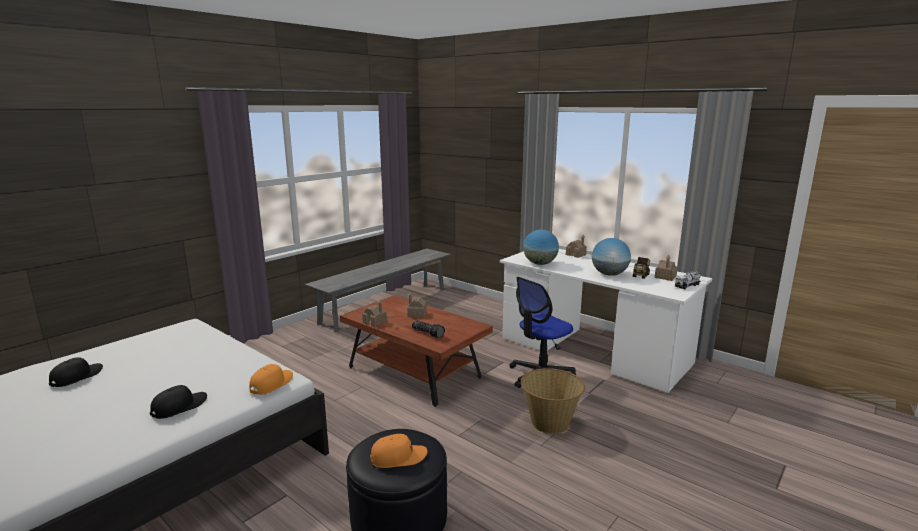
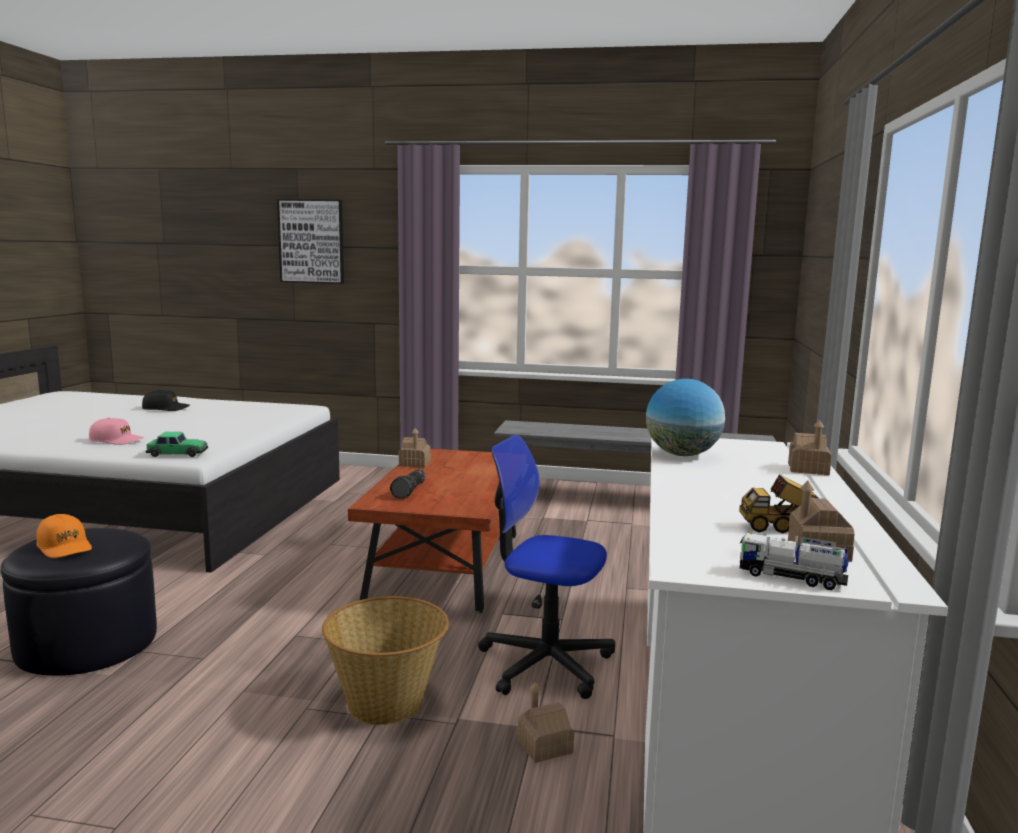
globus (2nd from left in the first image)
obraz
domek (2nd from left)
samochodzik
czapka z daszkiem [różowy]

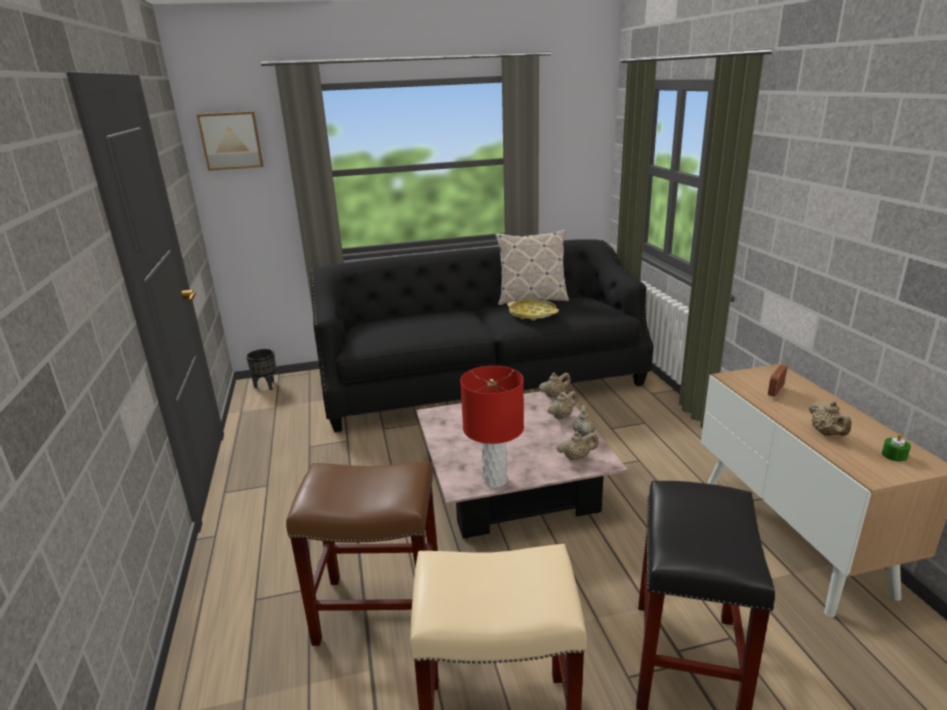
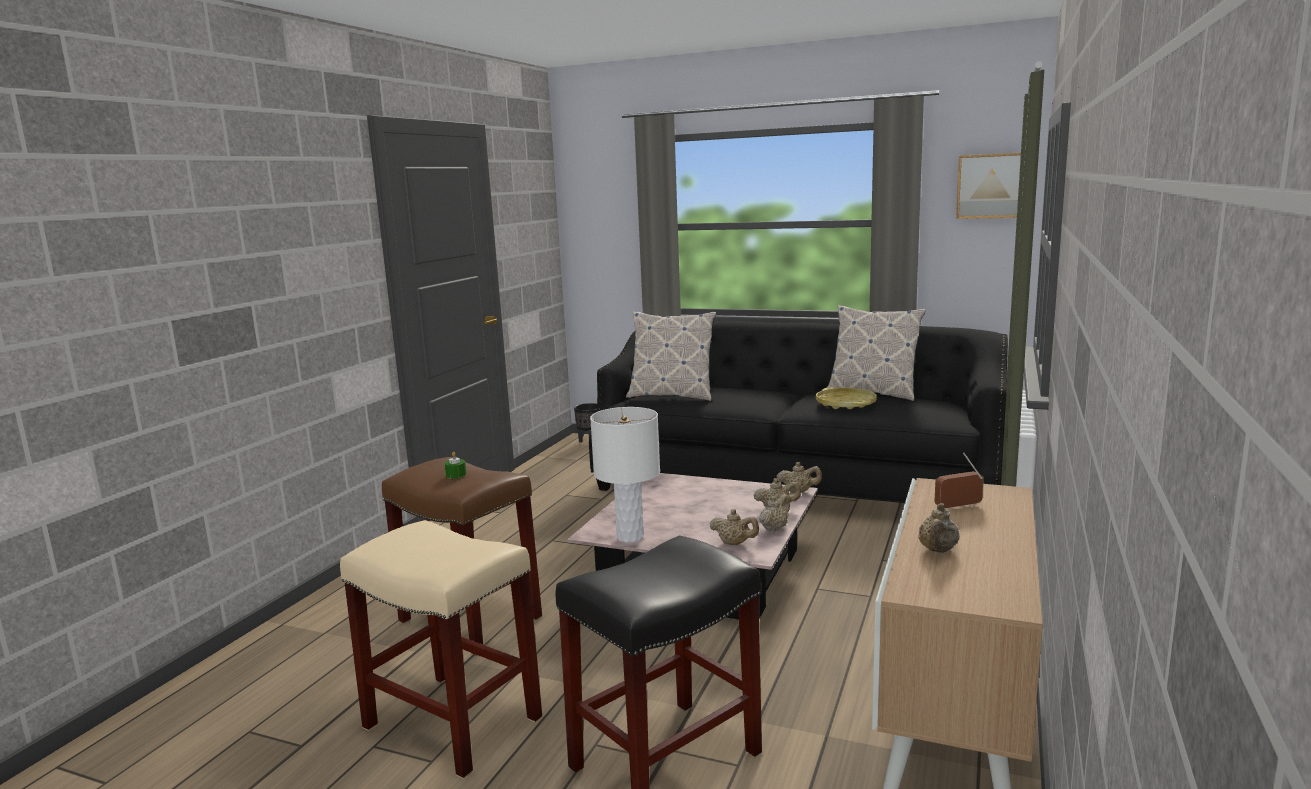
poduszka (1st from left)
obraz
świeca [zielony]
lampa stołowa [biały]

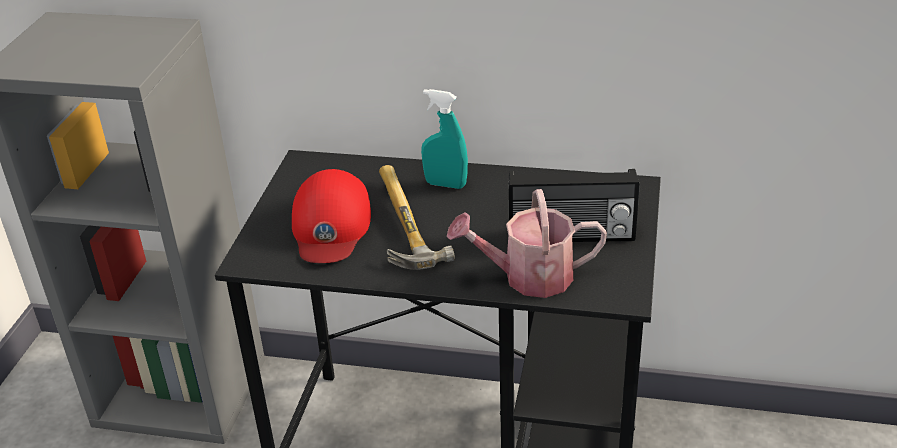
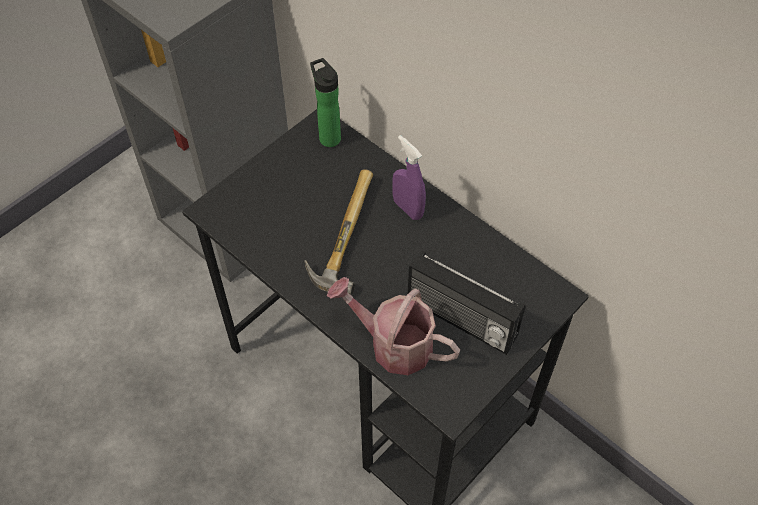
czapka z daszkiem [czerwony]
butelka
spryskiwacz [fioletowy]

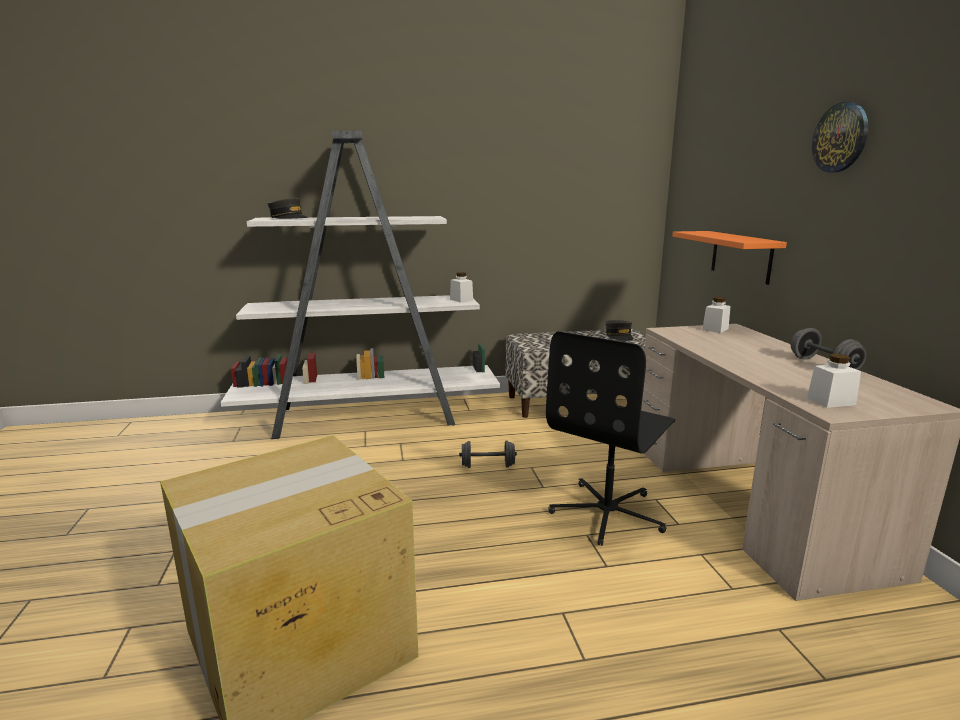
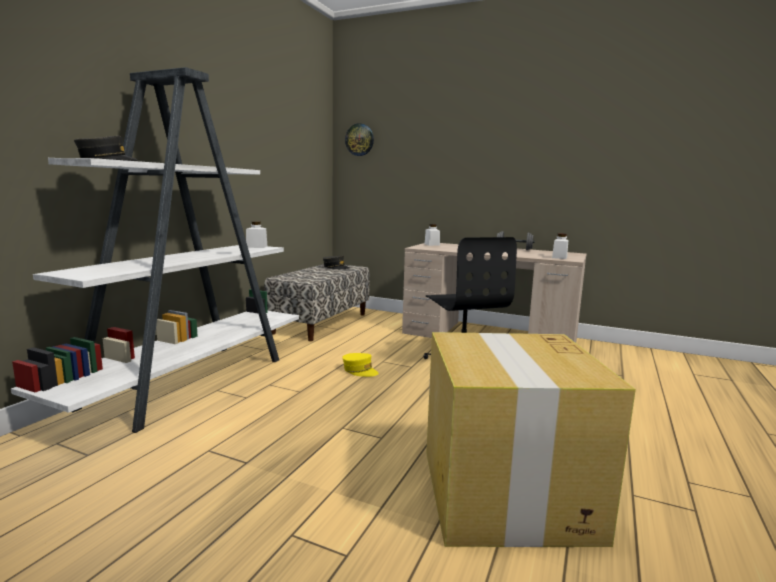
półka [pomarańczowy]
zegar ścienny
czapka z daszkiem [żółty]

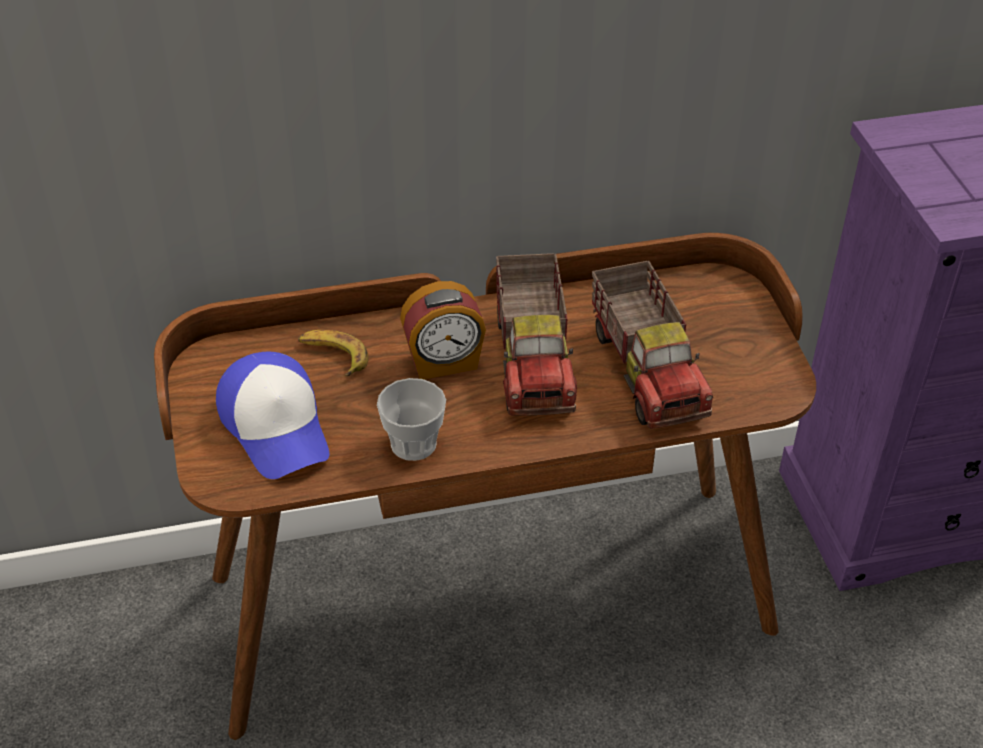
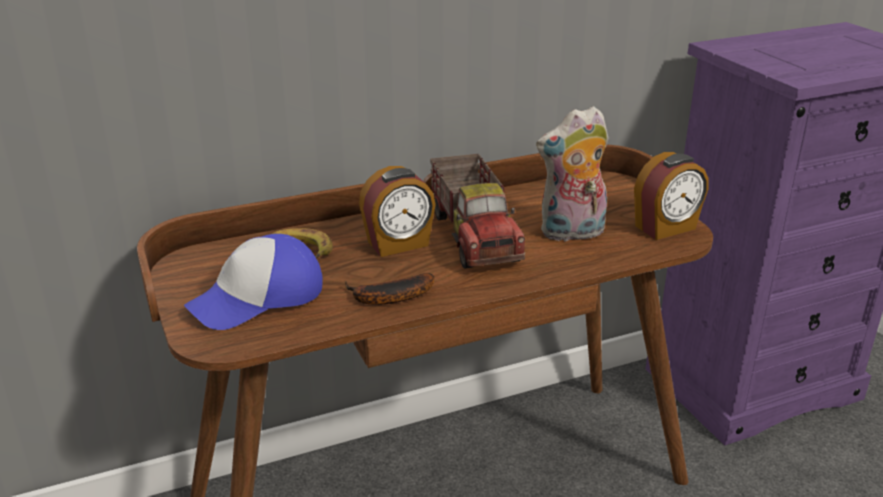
budzik (2nd from left)
banan (2nd from left)
pluszak
czapka z daszkiem

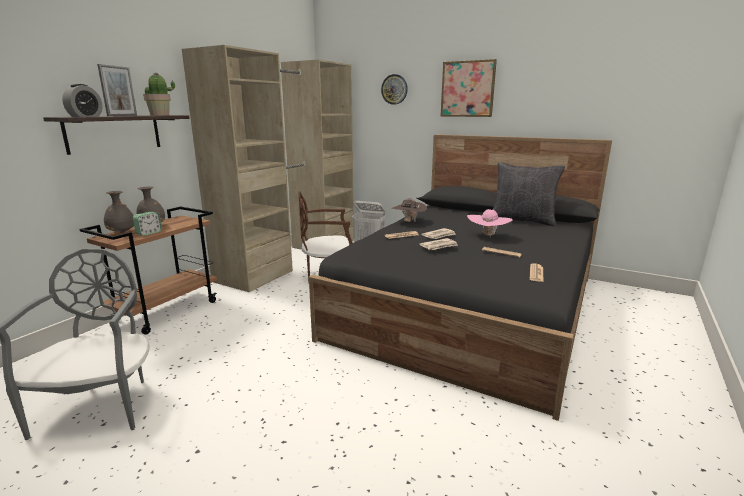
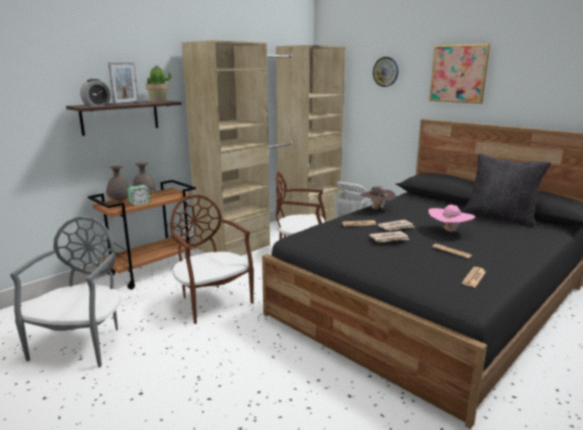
krzesło [brązowy] (1st from left)

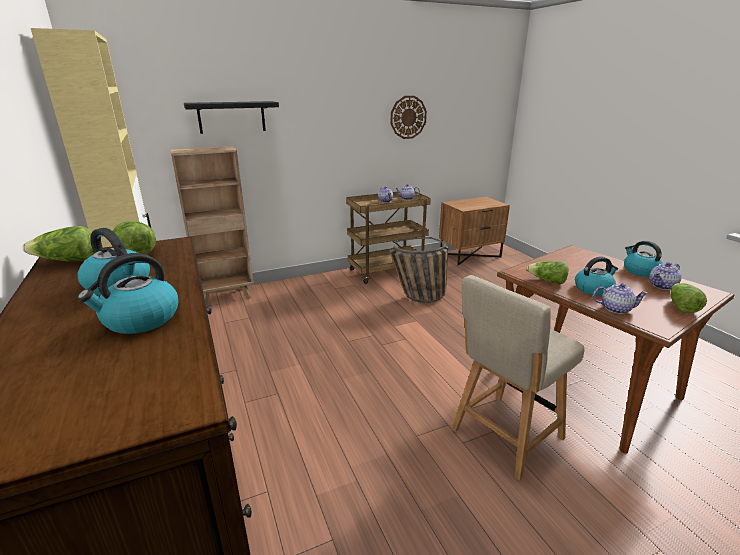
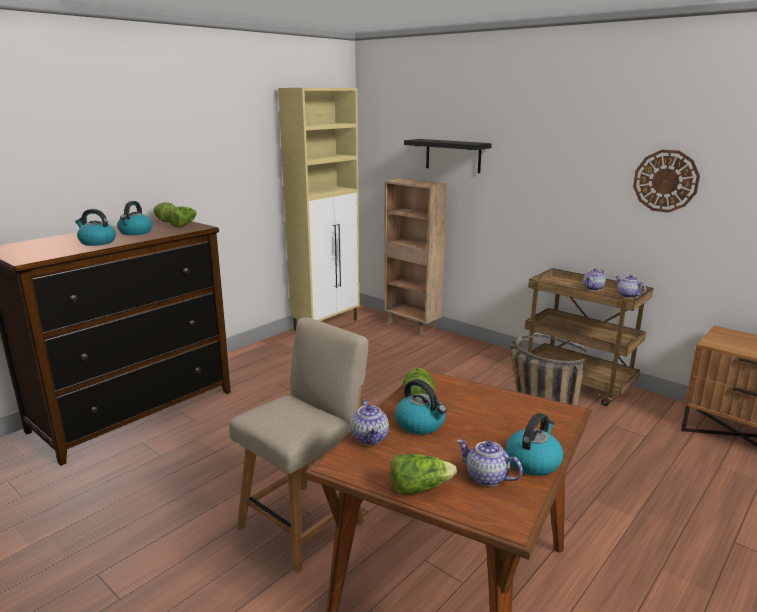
krzesło [beżowy]

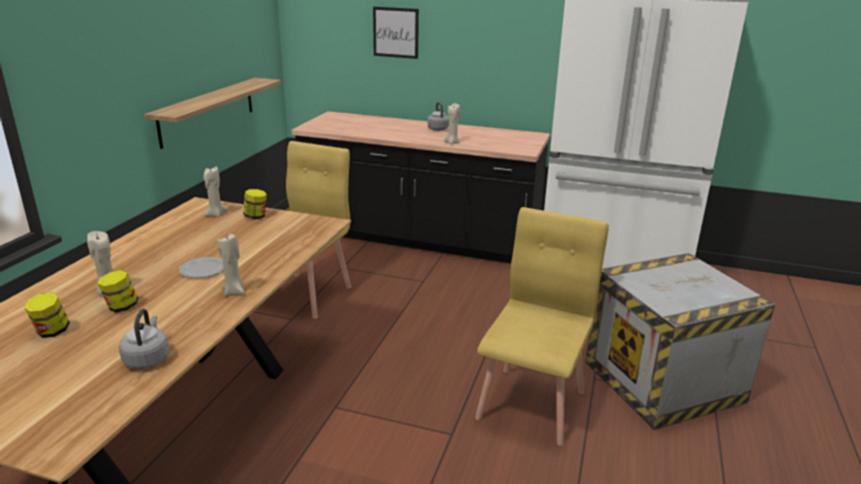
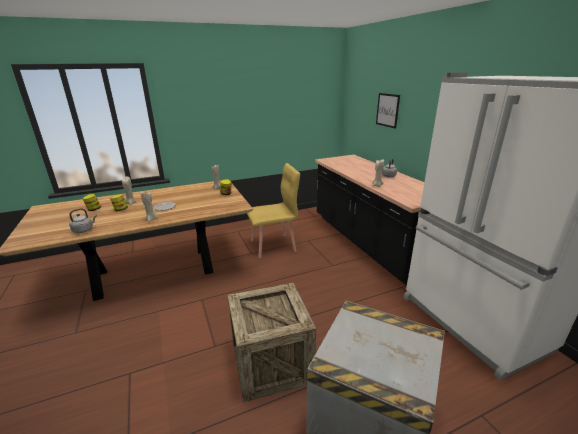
półka
skrzynka (1st from left)

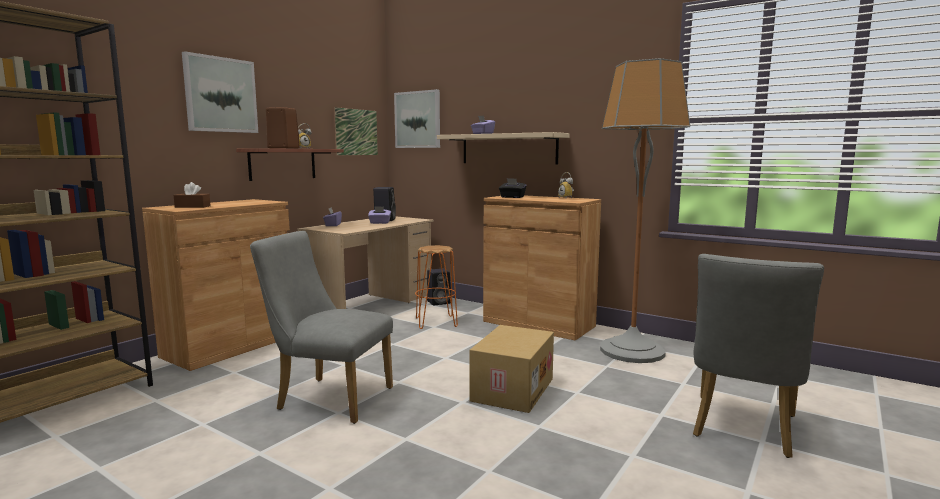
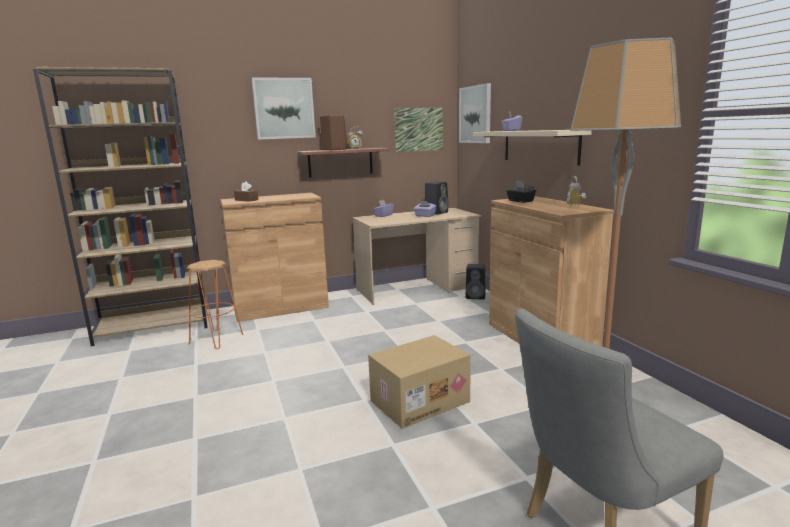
krzesło [szary] (1st from left in the first image)
stołek [pomarańczowy]

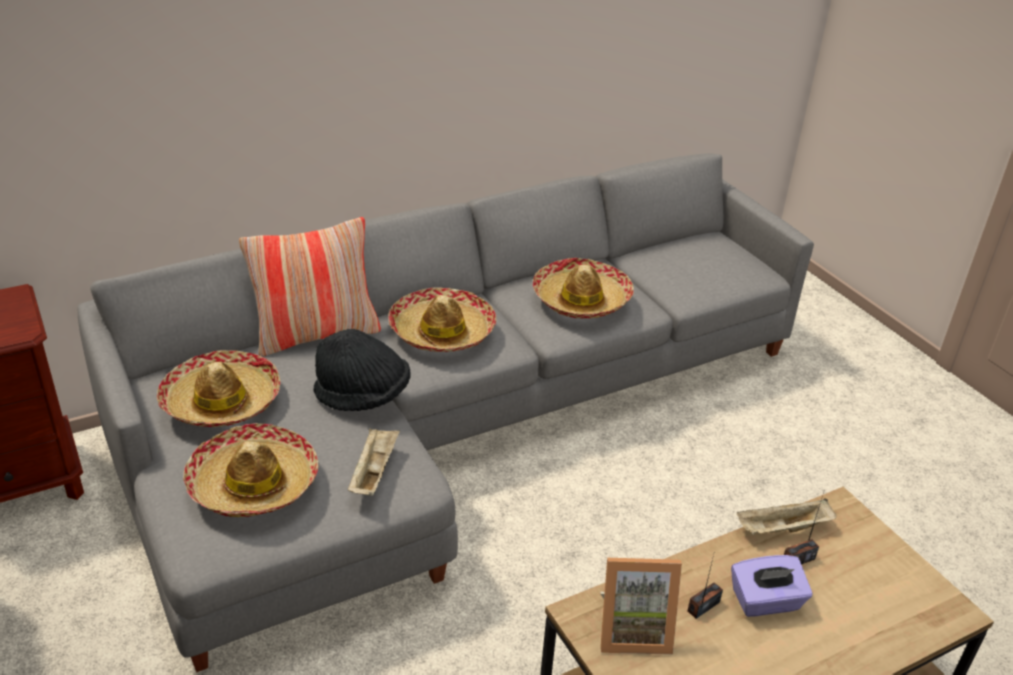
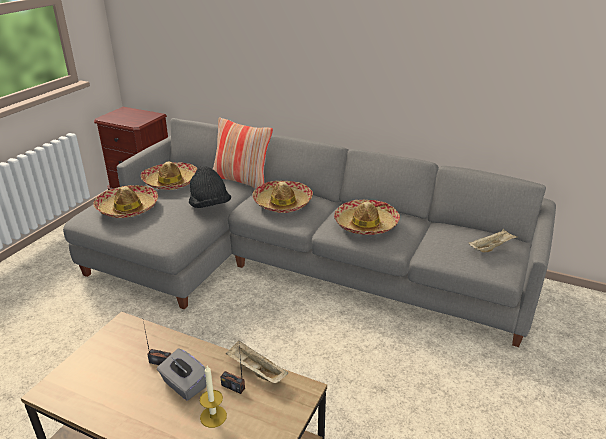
ramka na zdjęcie
świeca
taca [beżowy] (2nd from left)
pudełko chusteczek [szary]

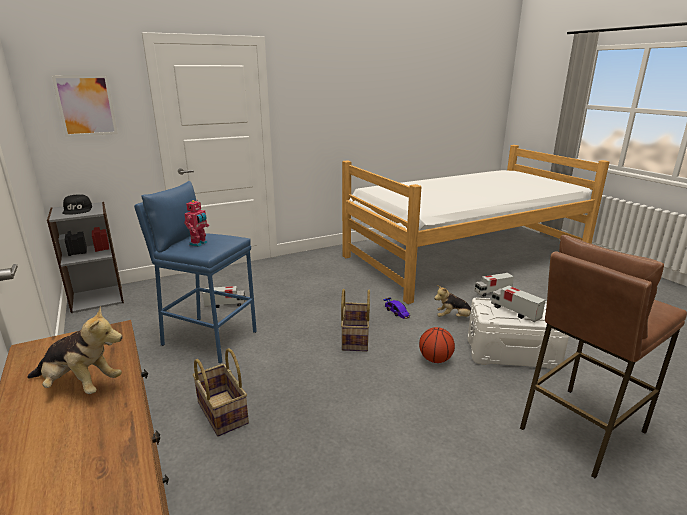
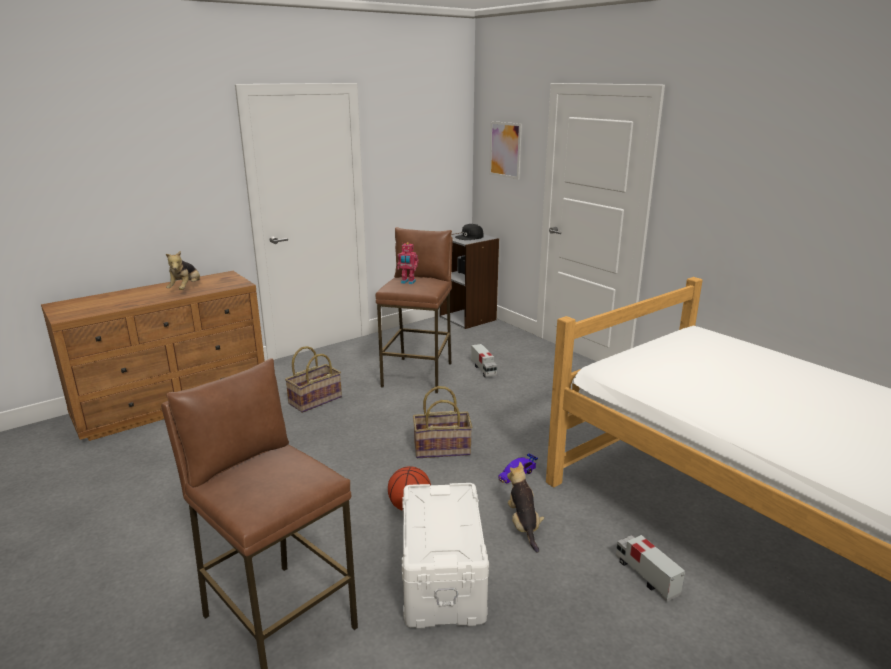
ciężarówka zabawkowa (3rd from left in the first image)
stołek [brązowy] (2nd from left)

